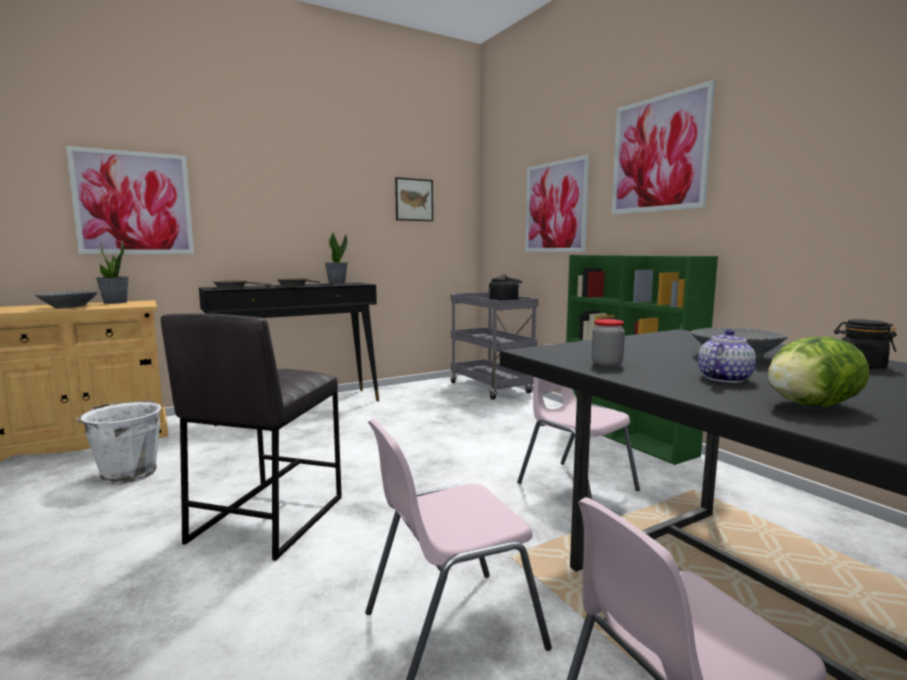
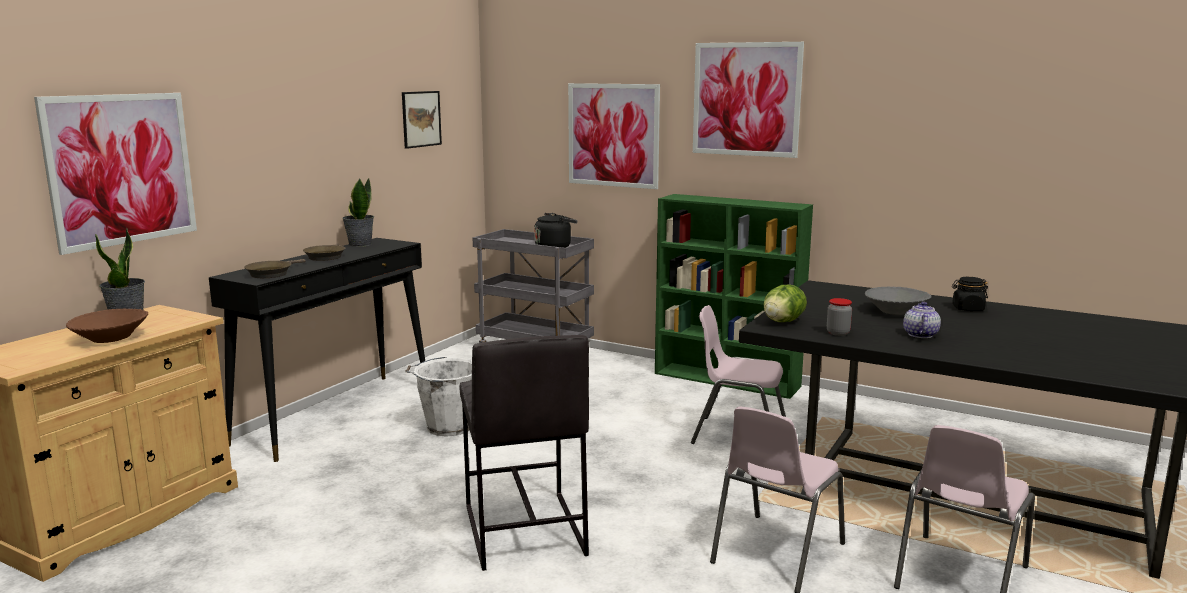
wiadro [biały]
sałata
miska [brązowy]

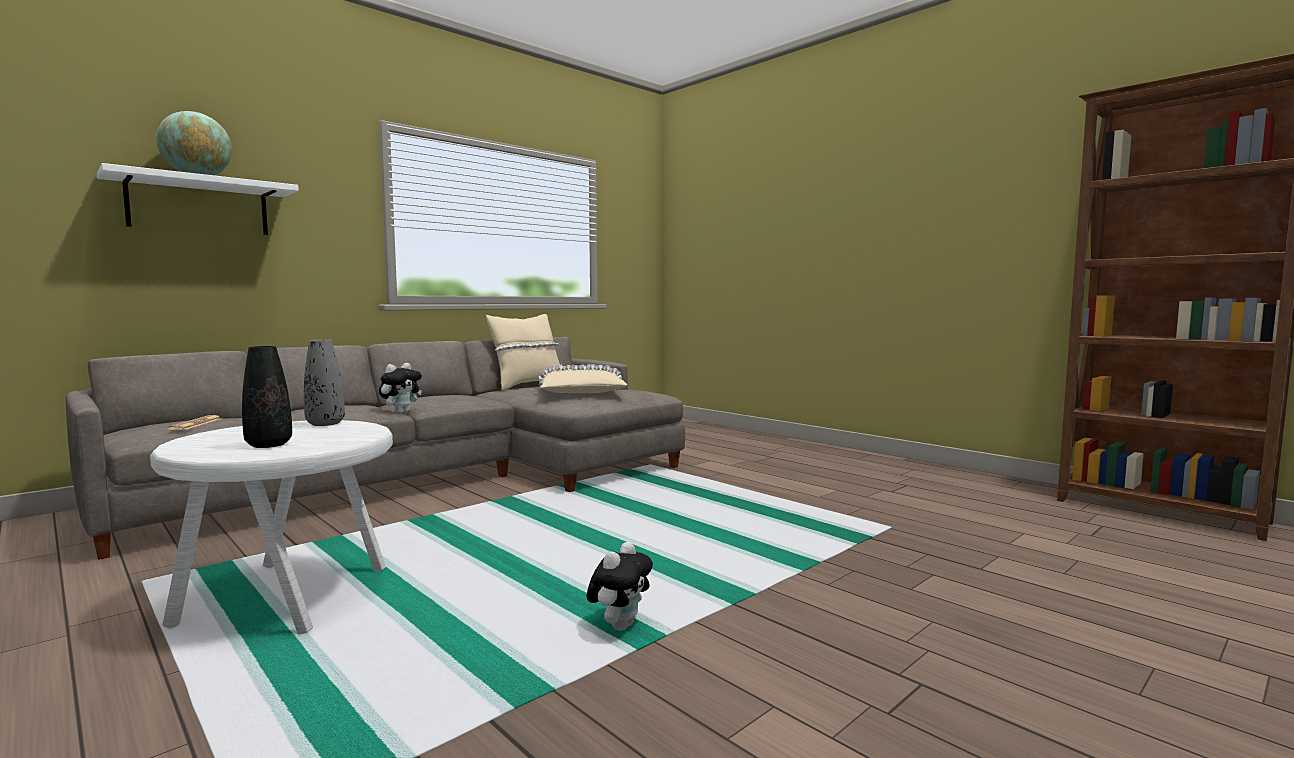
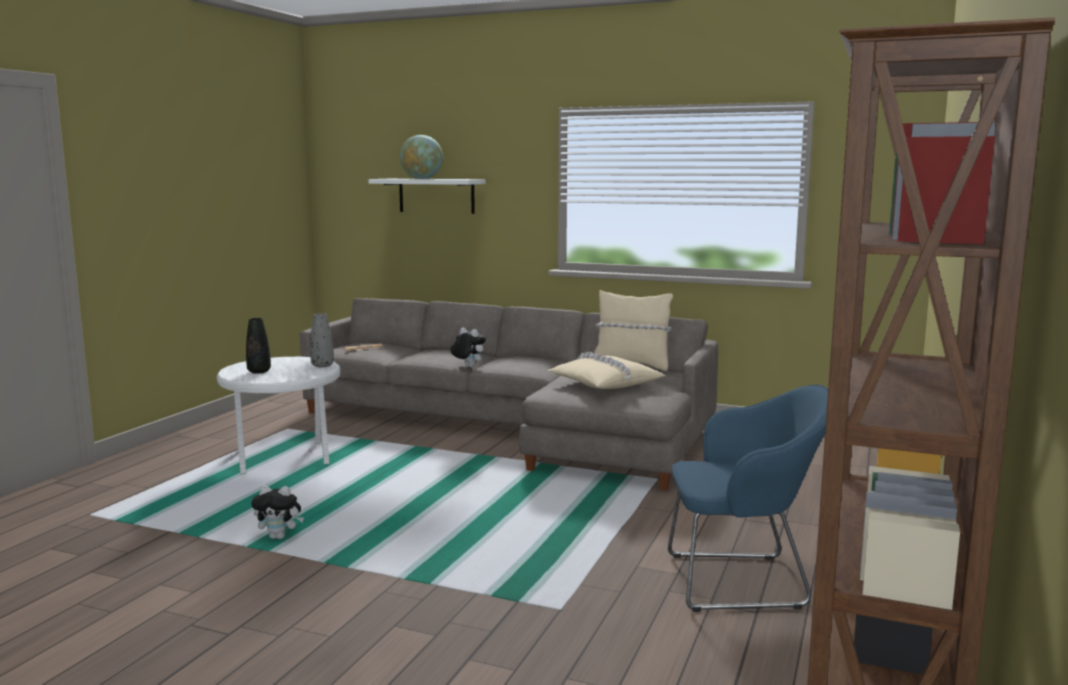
fotel [niebieski]
pluszak (2nd from left)

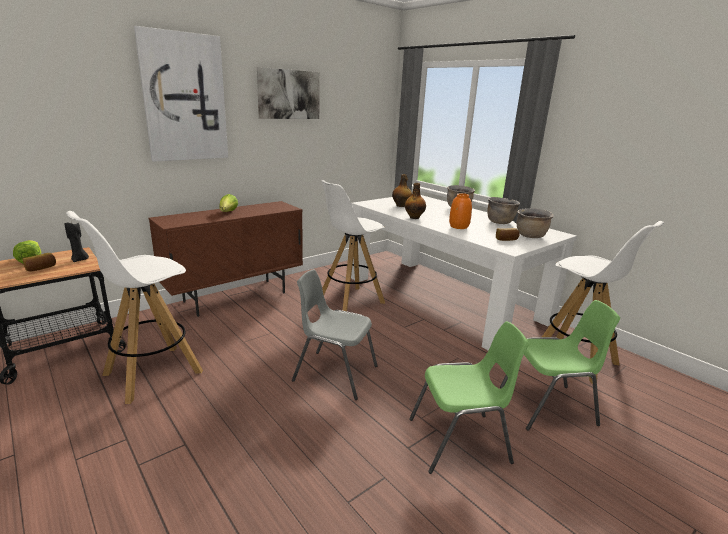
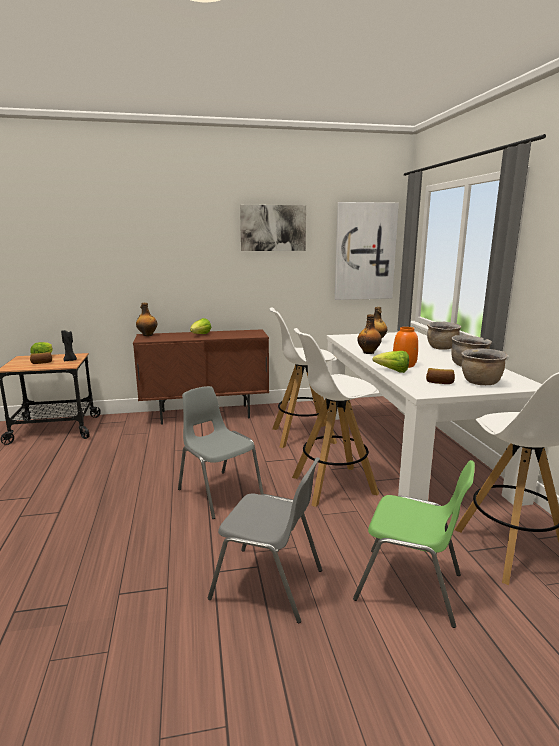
butelka (1st from left)
sałata (3rd from left)
stołek [biały] (2nd from left)
obraz (2nd from left)
krzesło [szary] (2nd from left)

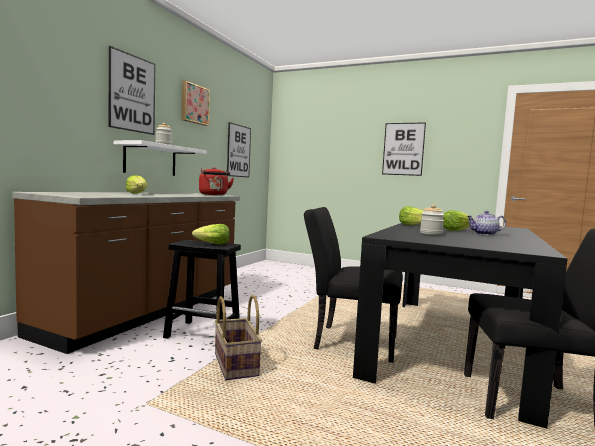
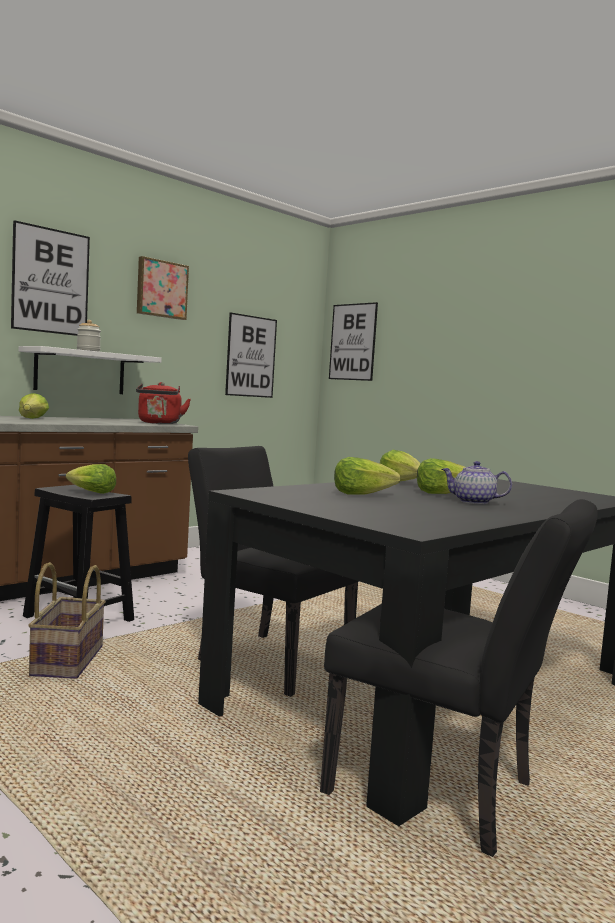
obraz (4th from left)
sałata (3rd from left)

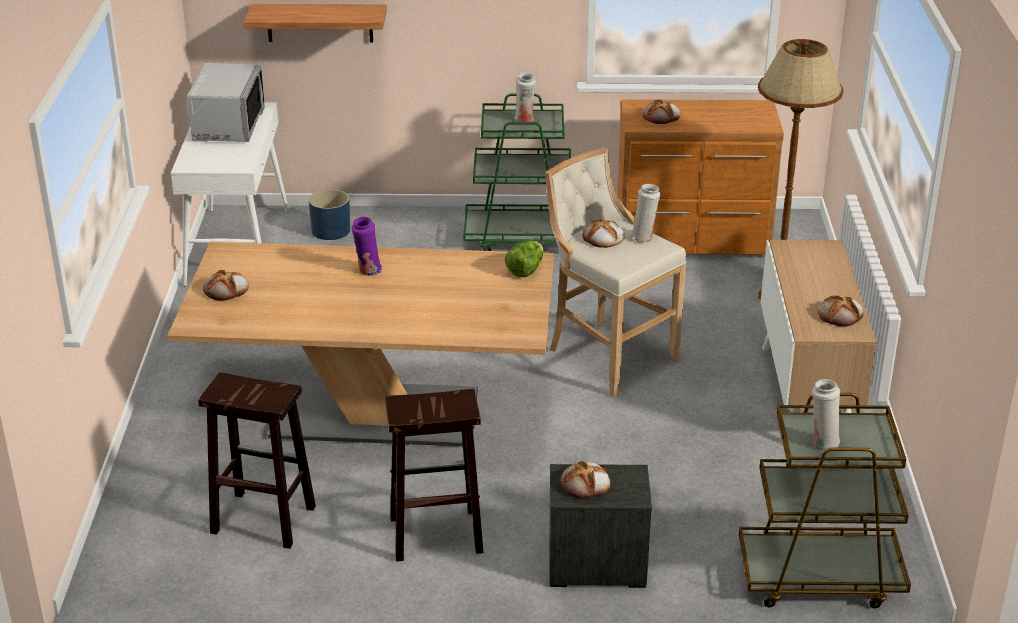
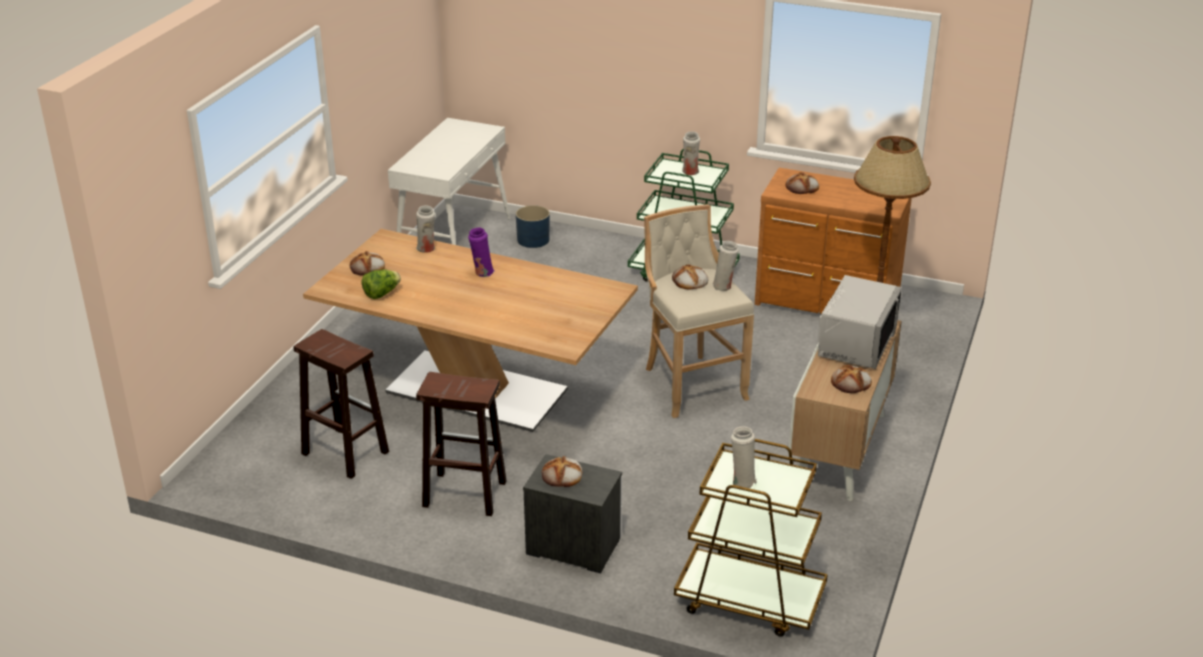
półka
wazon [biały] (1st from left)
mikrofalówka [szary]
sałata

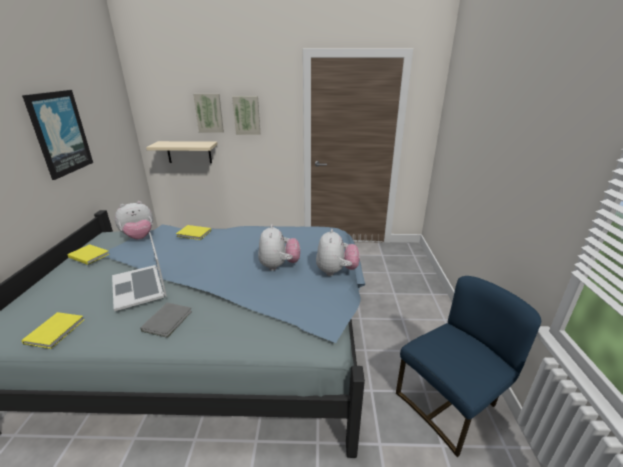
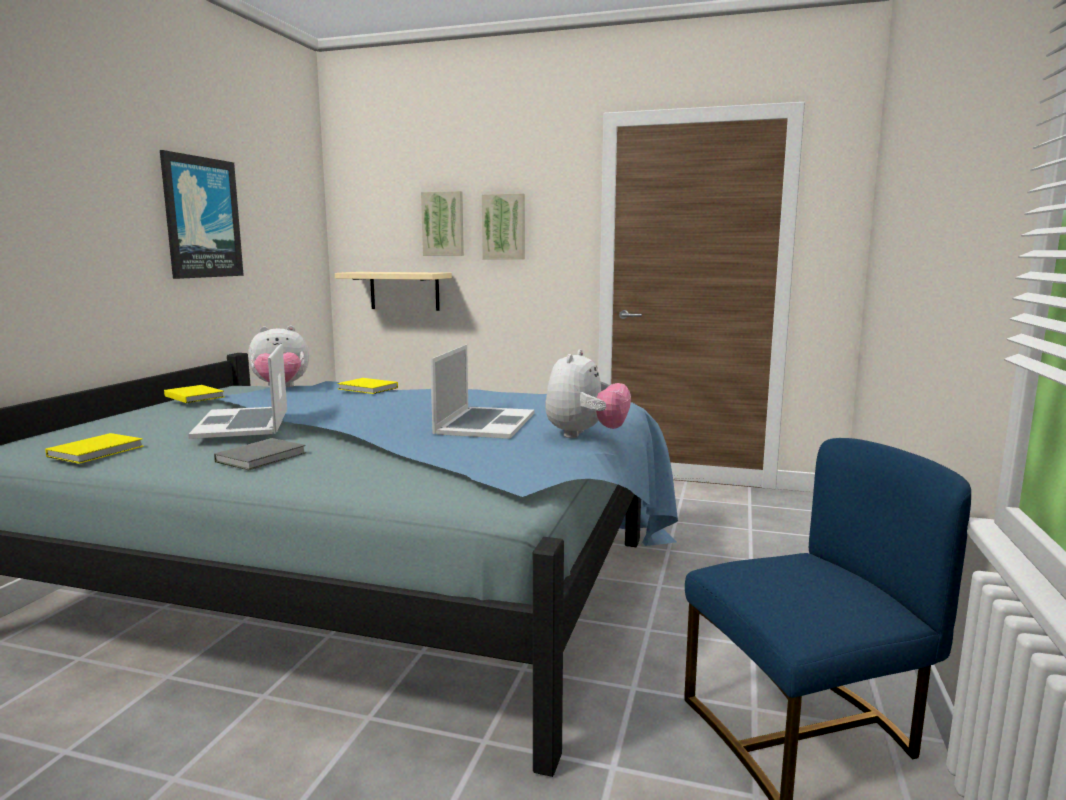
laptop (2nd from left)

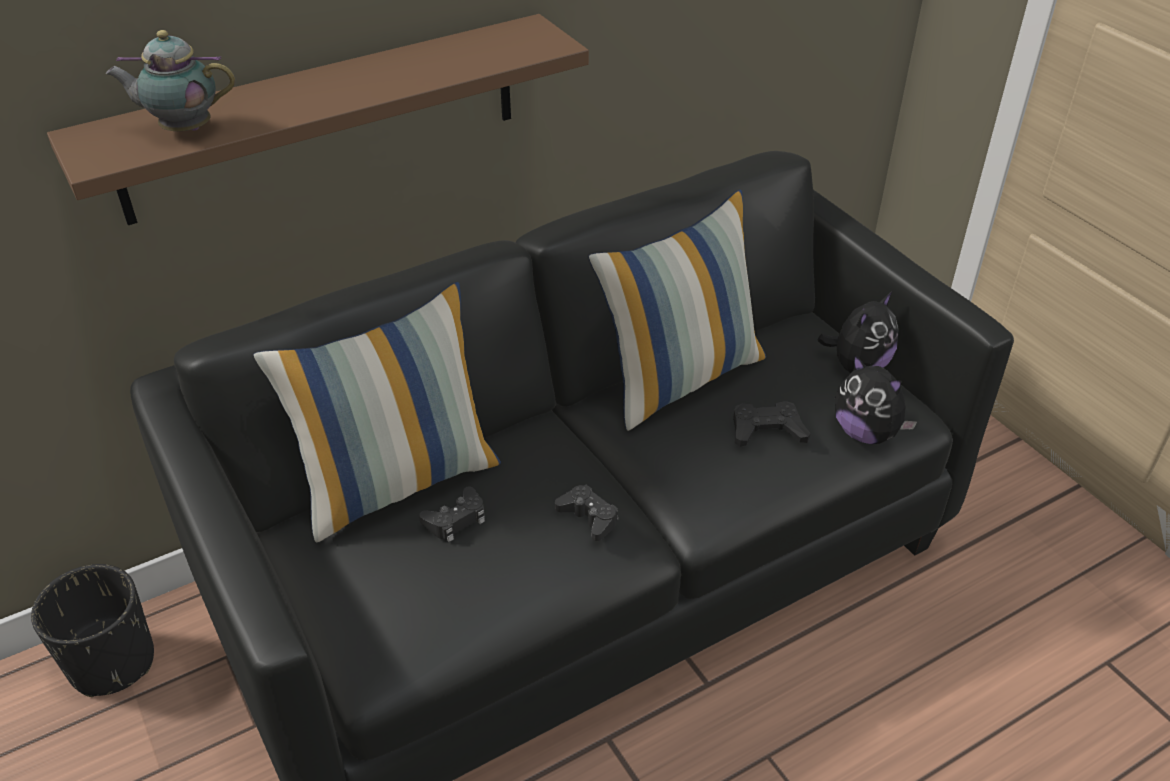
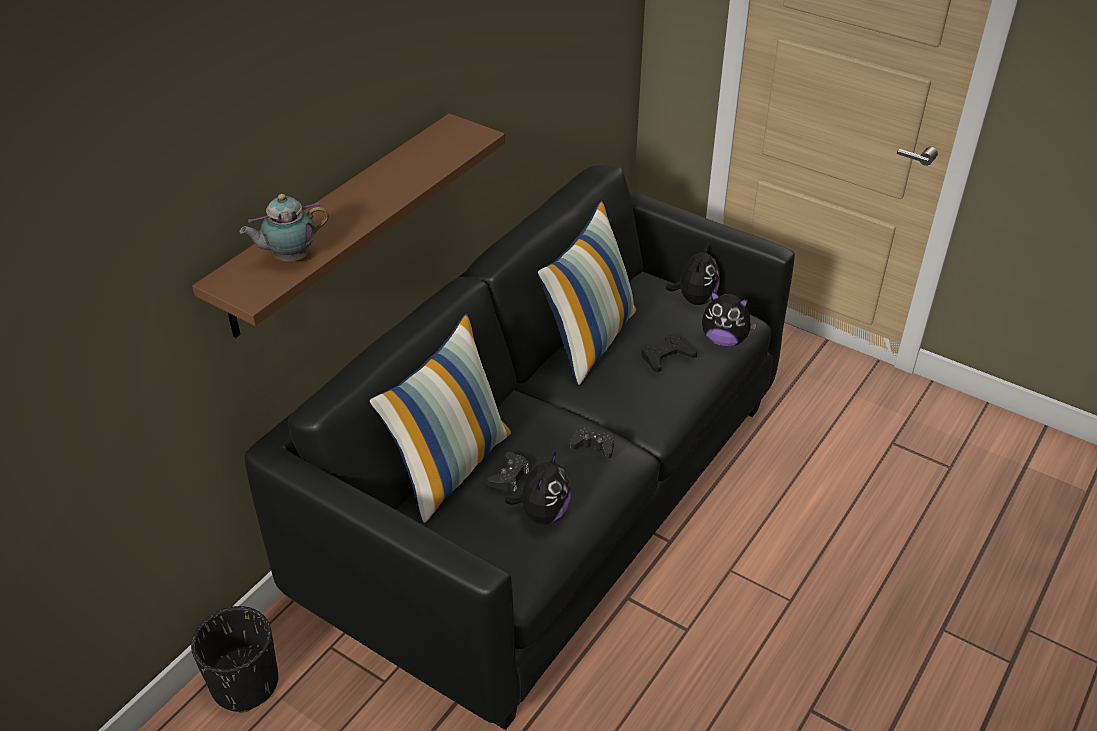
pluszak (1st from left)

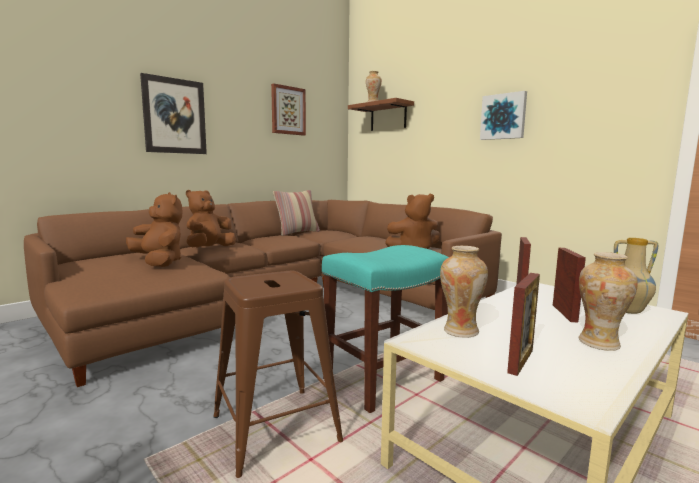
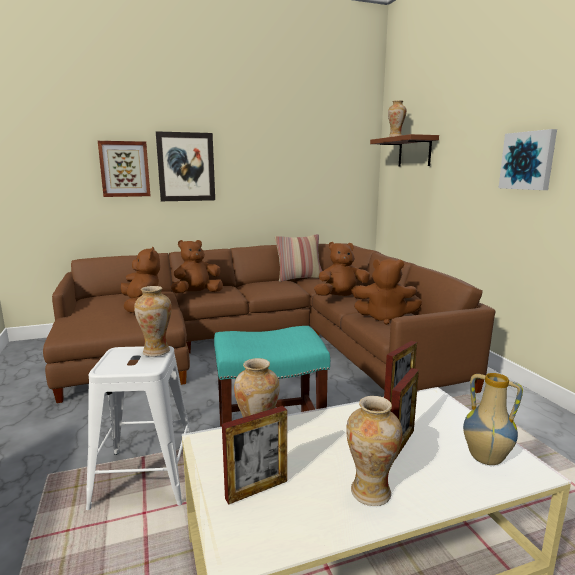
wazon (1st from left)
pluszak [brązowy] (3rd from left)
obraz (1st from left)
stołek [biały]

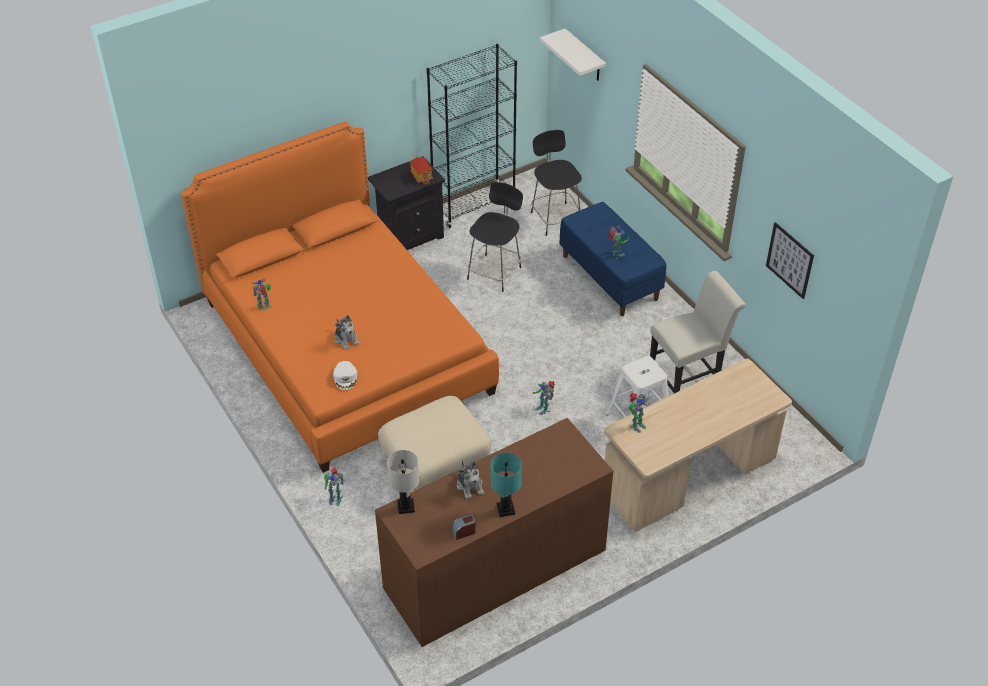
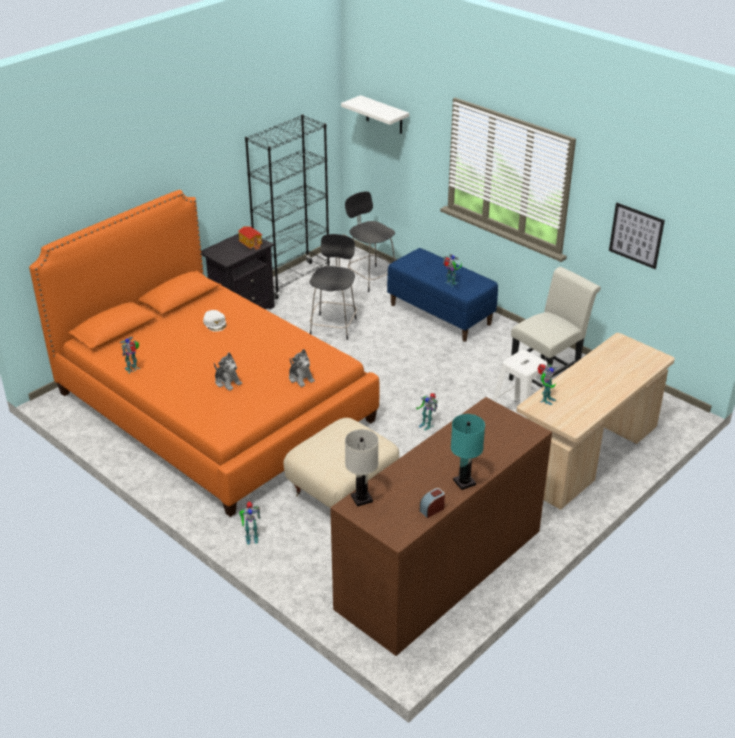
czapka z daszkiem [biały]
pluszak (2nd from left)

